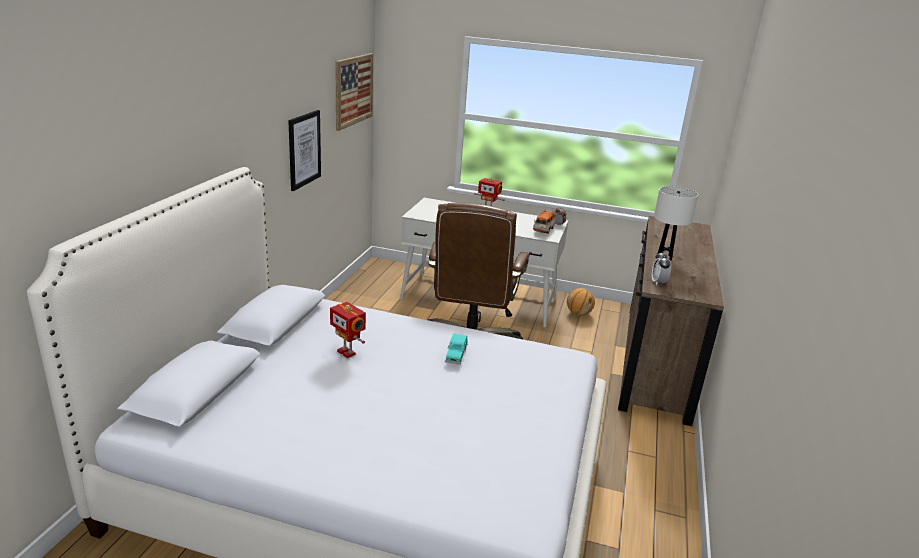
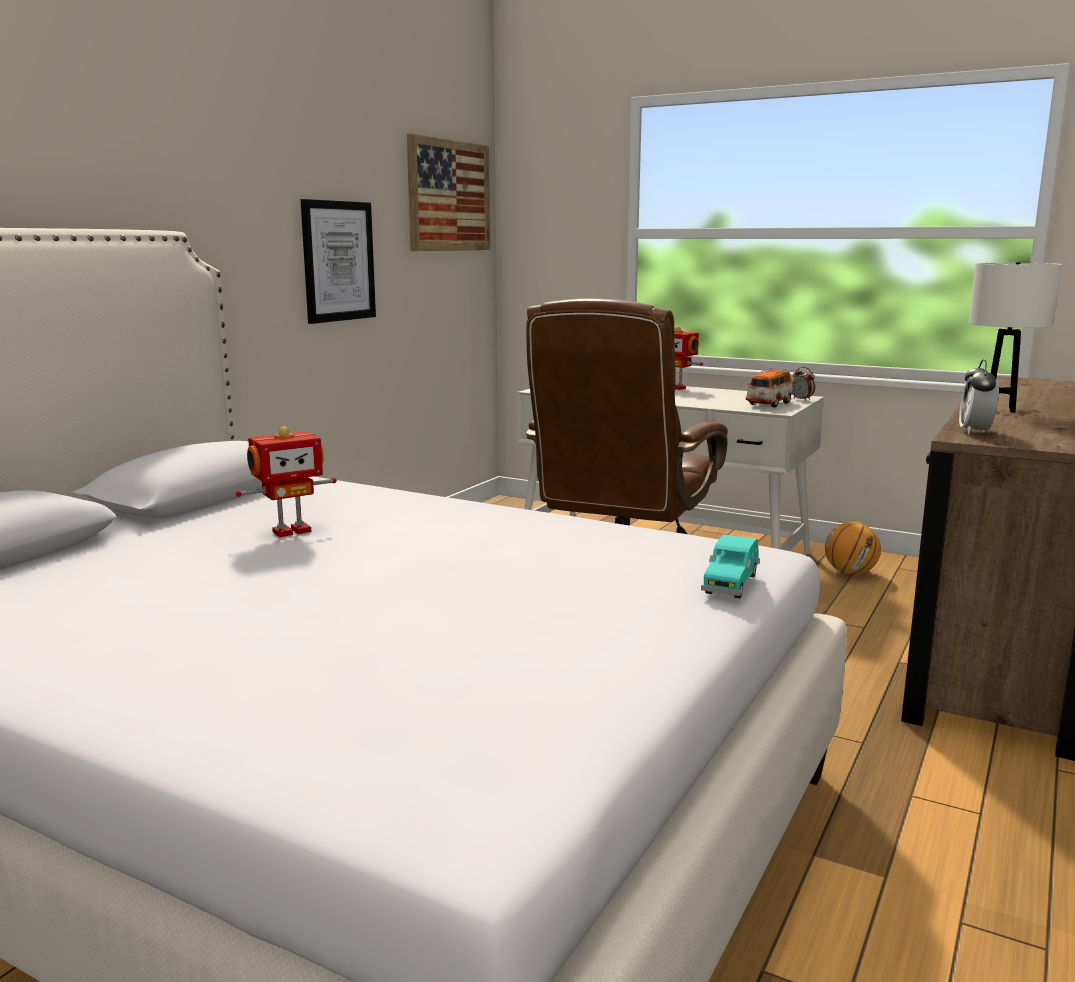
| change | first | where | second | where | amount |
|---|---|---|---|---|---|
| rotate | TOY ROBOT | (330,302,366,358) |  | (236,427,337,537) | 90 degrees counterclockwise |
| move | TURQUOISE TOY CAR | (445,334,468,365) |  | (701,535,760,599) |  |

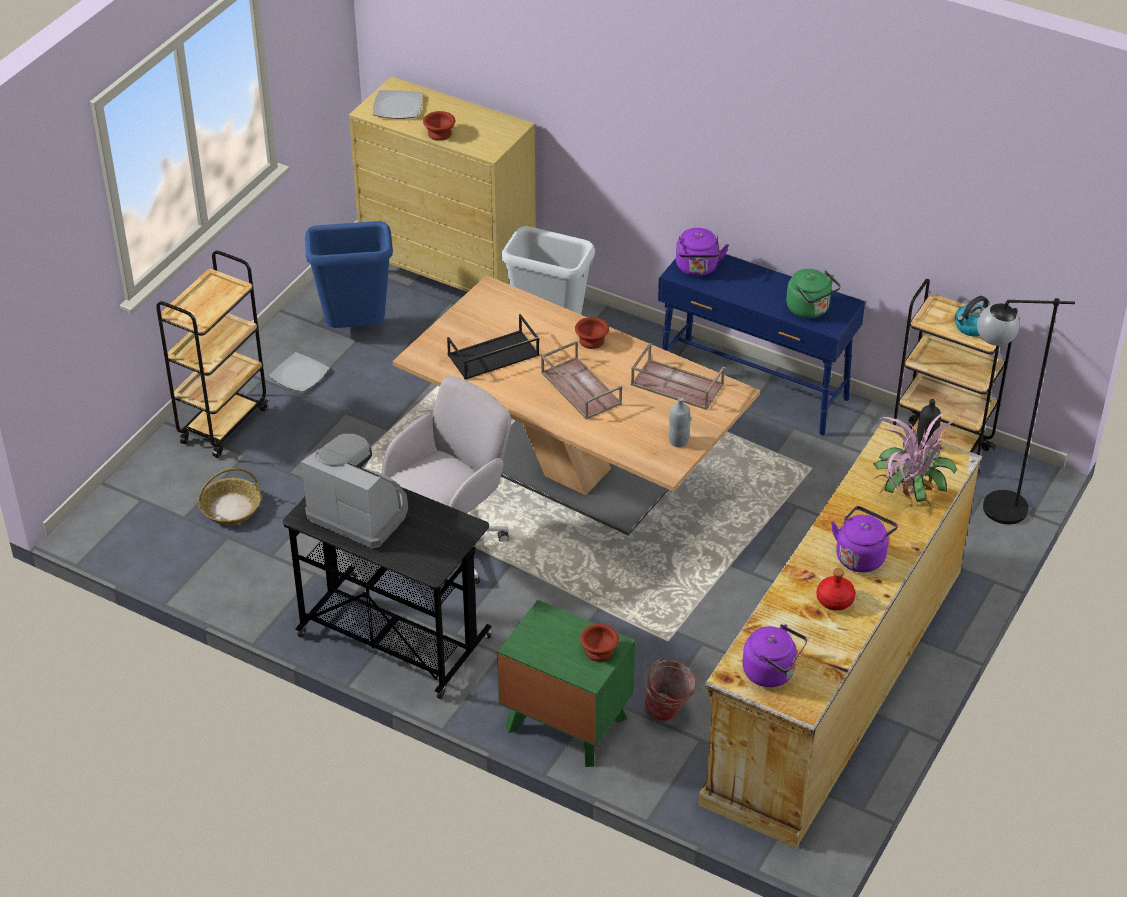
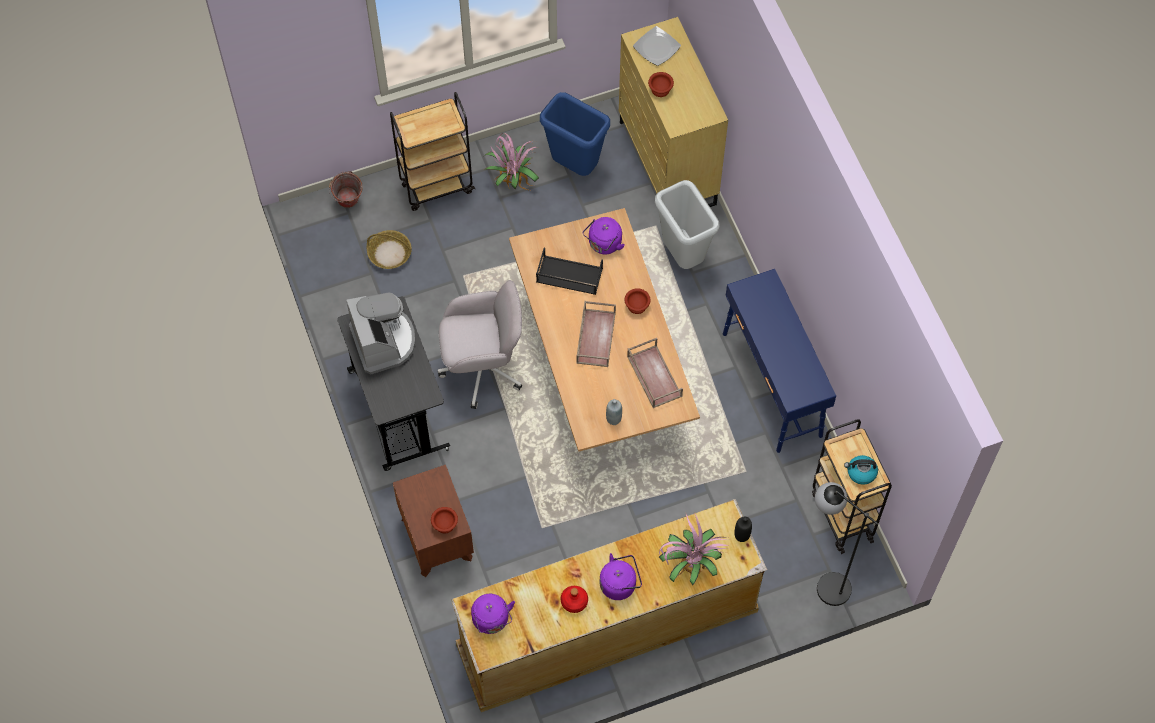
| change | first | where | second | where | amount |
|---|---|---|---|---|---|
| move | PURPLE KETTLE | (676,228,729,276) |  | (583,217,625,254) |  |
| delete | GREEN KETTLE | (786,269,841,318) |  |  |  |
| replace | PLATE | (269,352,329,392) | POTTED PLANT | (484,133,539,191) |  |
| recolor | GREEN NIGHTSTAND | (497,600,635,767) | BROWN NIGHTSTAND | (393,464,474,577) |  |
| move | BUCKET | (644,658,696,721) |  | (329,171,363,208) |  |

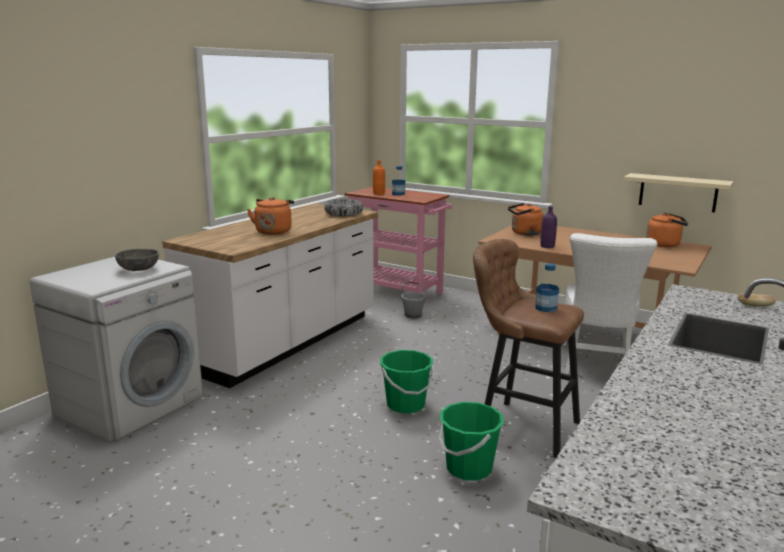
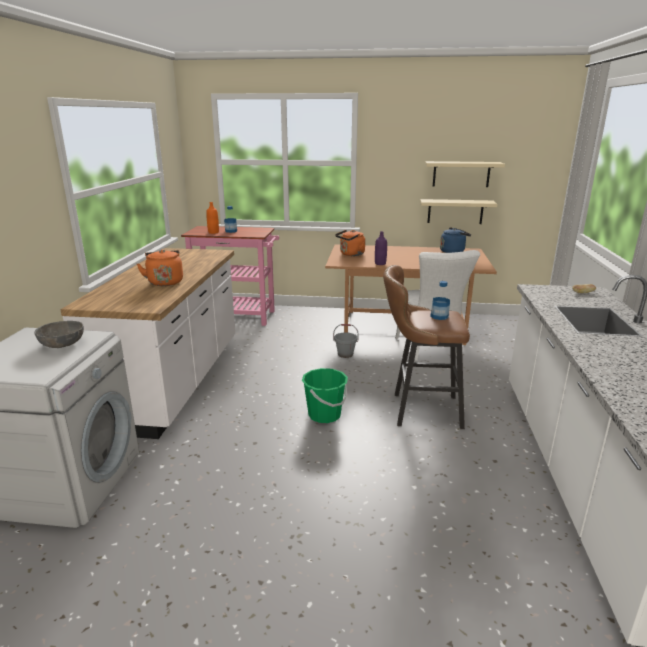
| change | first | where | second | where | amount |
|---|---|---|---|---|---|
| delete | BOWL | (324,199,363,216) |  |  |  |
| recolor | ORANGE KETTLE | (646,212,688,247) | BLUE KETTLE | (440,227,471,253) |  |
| move | GREY BUCKET | (401,281,426,318) |  | (333,324,359,358) |  |
| delete | GREEN BUCKET | (439,402,504,481) |  |  |  |
| insert |  |  | BEIGE SHELF | (425,161,505,187) |  |

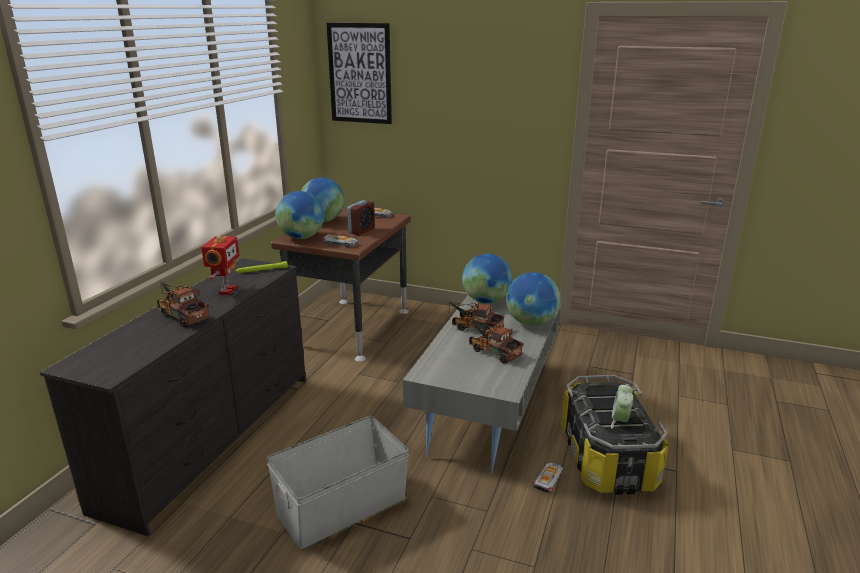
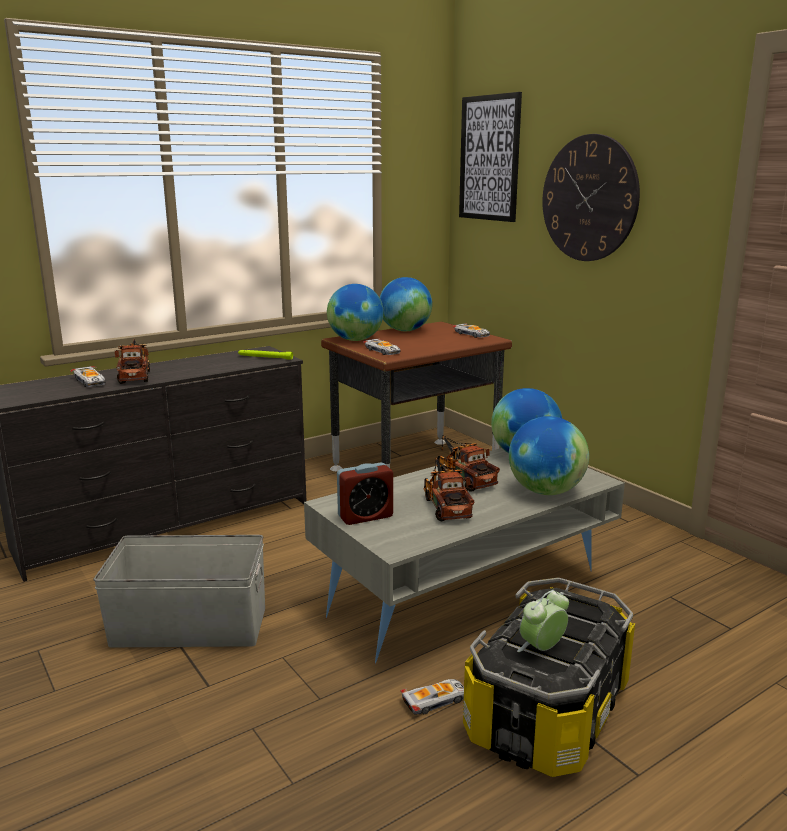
| change | first | where | second | where | amount |
|---|---|---|---|---|---|
| move | ALARM CLOCK | (347,200,375,235) |  | (337,462,393,525) |  |
| delete | TOY ROBOT | (201,236,240,295) |  |  |  |
| insert |  |  | WALL CLOCK | (542,134,640,261) |  |
| insert |  |  | TOY CAR | (71,366,105,387) |  |

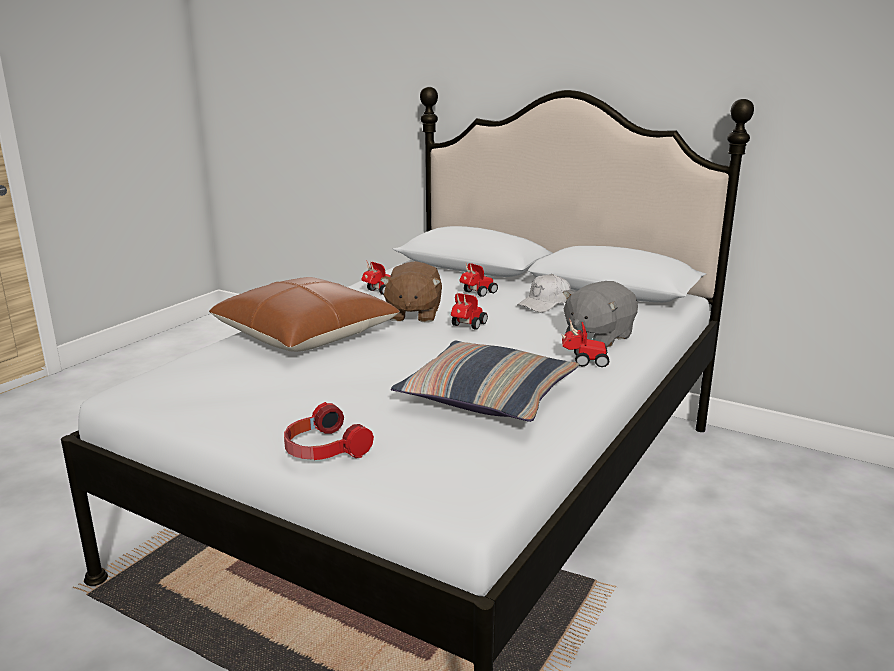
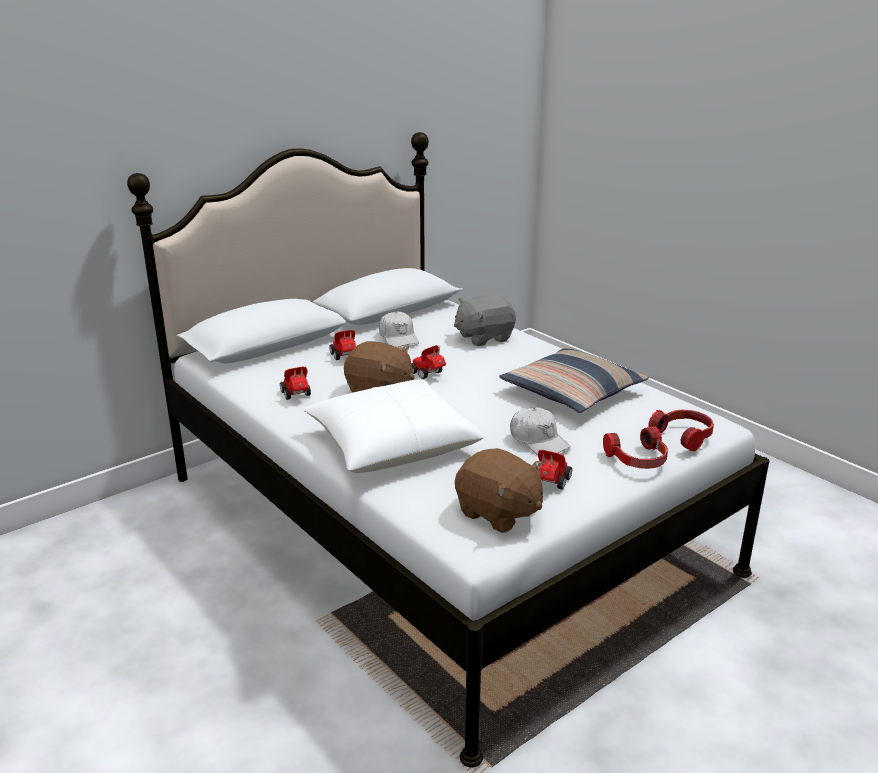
| change | first | where | second | where | amount |
|---|---|---|---|---|---|
| recolor | BROWN PILLOW | (209,277,400,352) | WHITE PILLOW | (302,379,485,473) |  |
| rotate | GREY PLUSH TOY | (563,281,638,348) |  | (454,294,516,346) | 90 degrees clockwise |
| move | TOY CAR | (562,318,610,367) |  | (538,450,572,490) |  |
| insert |  |  | WHITE CAP | (510,407,571,455) |  |
| insert |  |  | HEADPHONES | (648,410,714,451) |  |
| insert |  |  | BROWN PLUSH TOY | (455,448,543,533) |  |

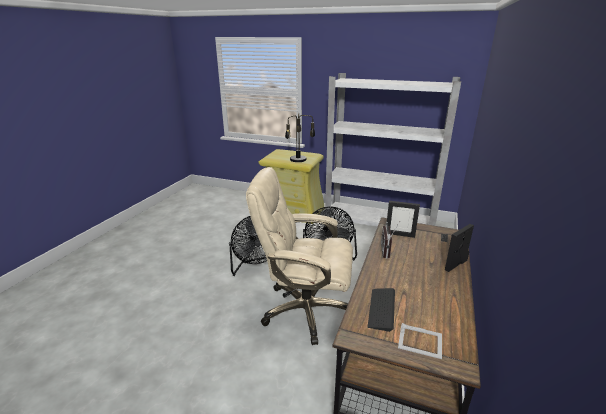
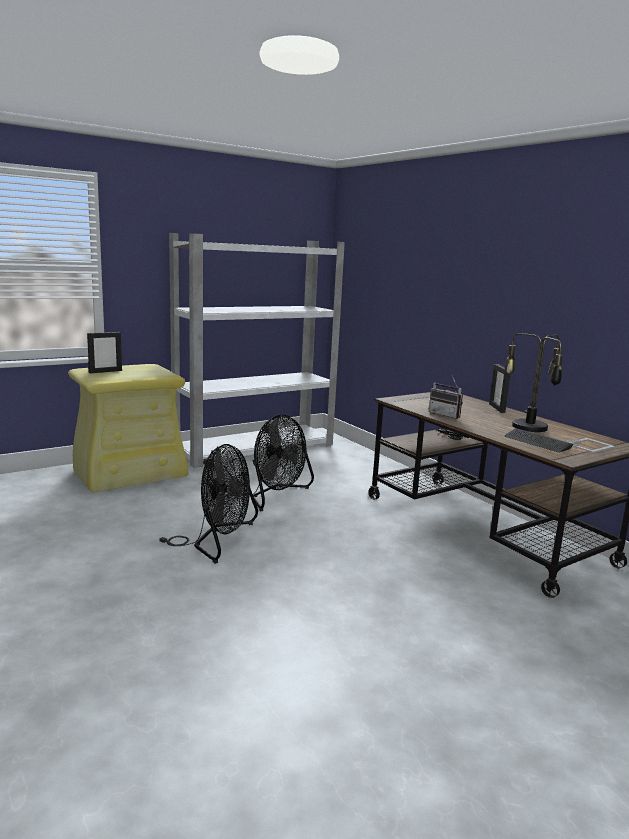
| change | first | where | second | where | amount |
|---|---|---|---|---|---|
| move | TABLE LAMP | (285,112,315,162) |  | (505,333,563,432) |  |
| delete | BEIGE OFFICE CHAIR | (246,167,353,345) |  |  |  |
| move | PICTURE FRAME | (387,201,420,238) |  | (87,332,122,374) |  |

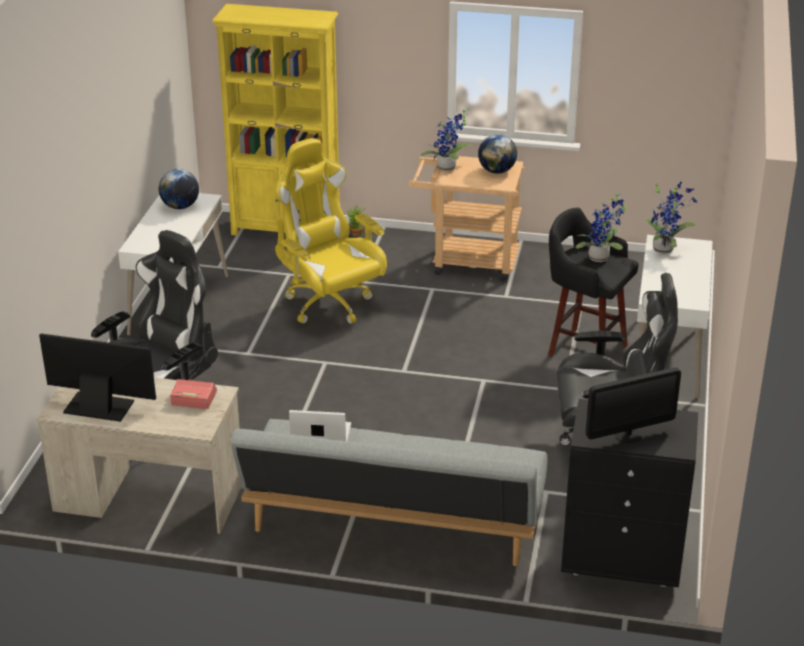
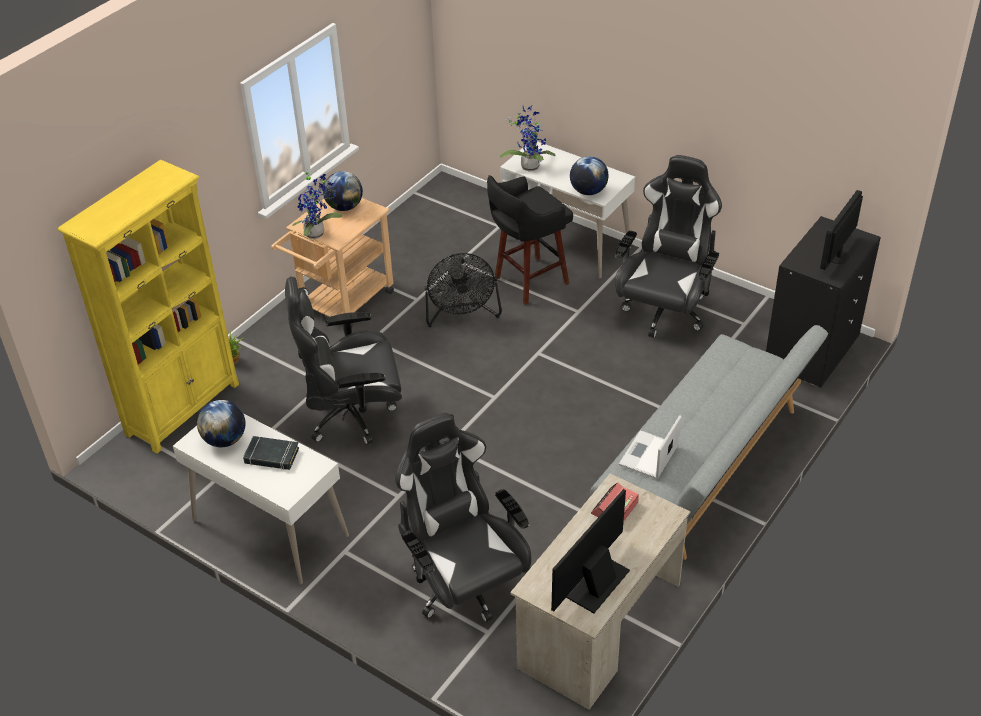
| change | first | where | second | where | amount |
|---|---|---|---|---|---|
| recolor | YELLOW OFFICE CHAIR | (275,138,387,324) | BLACK OFFICE CHAIR | (285,276,402,445) |  |
| delete | POTTED PLANT | (575,192,625,262) |  |  |  |
| rotate | MONITOR | (586,367,681,443) |  | (820,190,863,270) | 150 degrees counterclockwise |
| insert |  |  | GLOBE | (570,156,609,195) |  |
| insert |  |  | BLACK FAN | (425,253,502,327) |  |
| insert |  |  | BLACK BOOK | (243,436,299,470) |  |

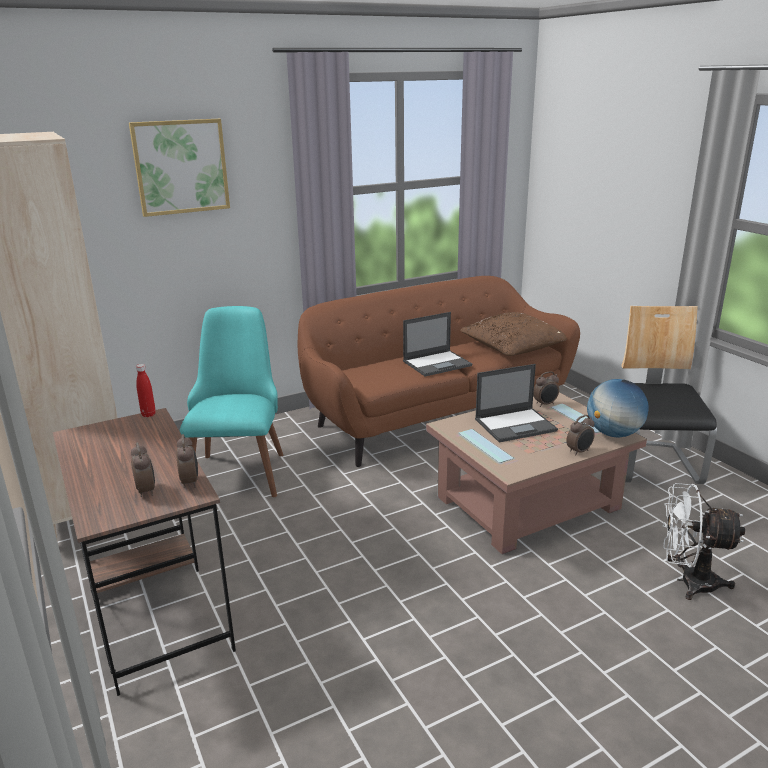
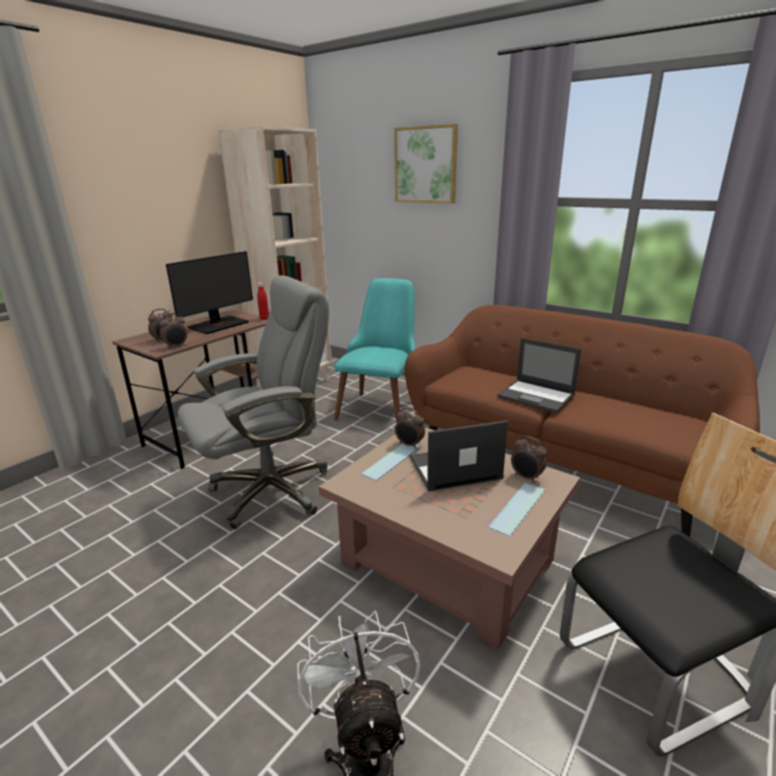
| change | first | where | second | where | amount |
|---|---|---|---|---|---|
| rotate | TURQUOISE CHAIR | (180,306,283,497) |  | (334,278,415,423) | 45 degrees counterclockwise |
| delete | BROWN PILLOW | (460,312,567,356) |  |  |  |
| rotate | LAPTOP | (475,364,558,442) |  | (409,420,508,491) | 120 degrees clockwise |
| delete | GLOBE | (587,379,649,437) |  |  |  |
| move | ALARM CLOCK | (566,415,595,456) |  | (395,408,425,449) |  |
| insert |  |  | MONITOR | (166,251,253,334) |  |
| insert |  |  | GREY OFFICE CHAIR | (178,275,329,530) |  |

